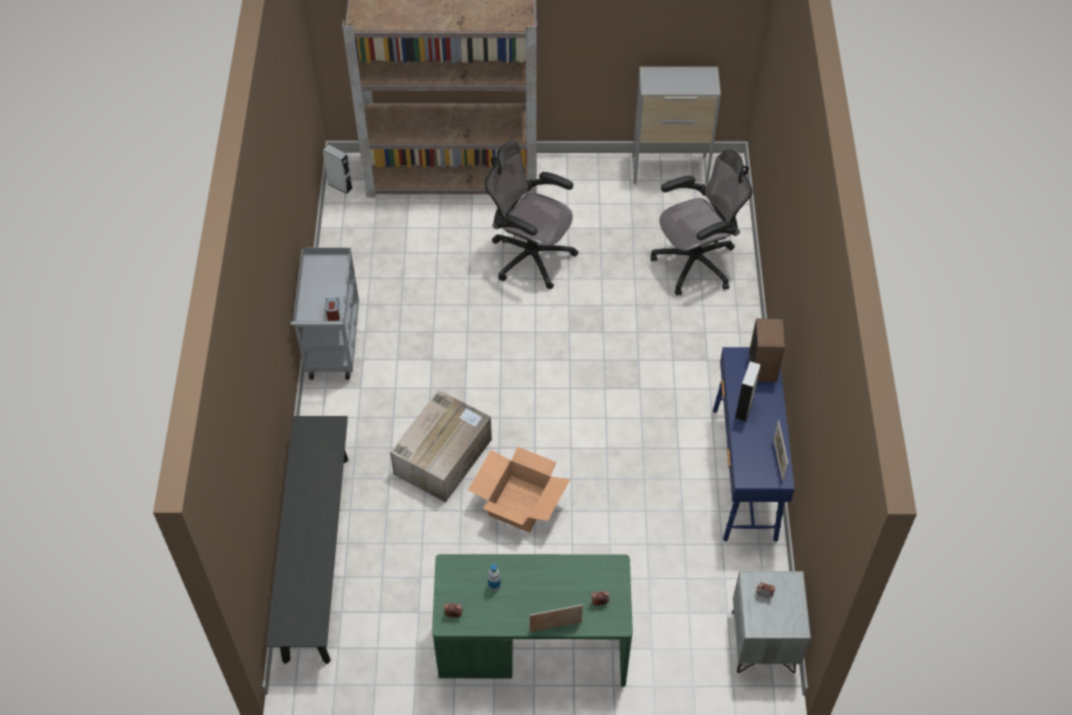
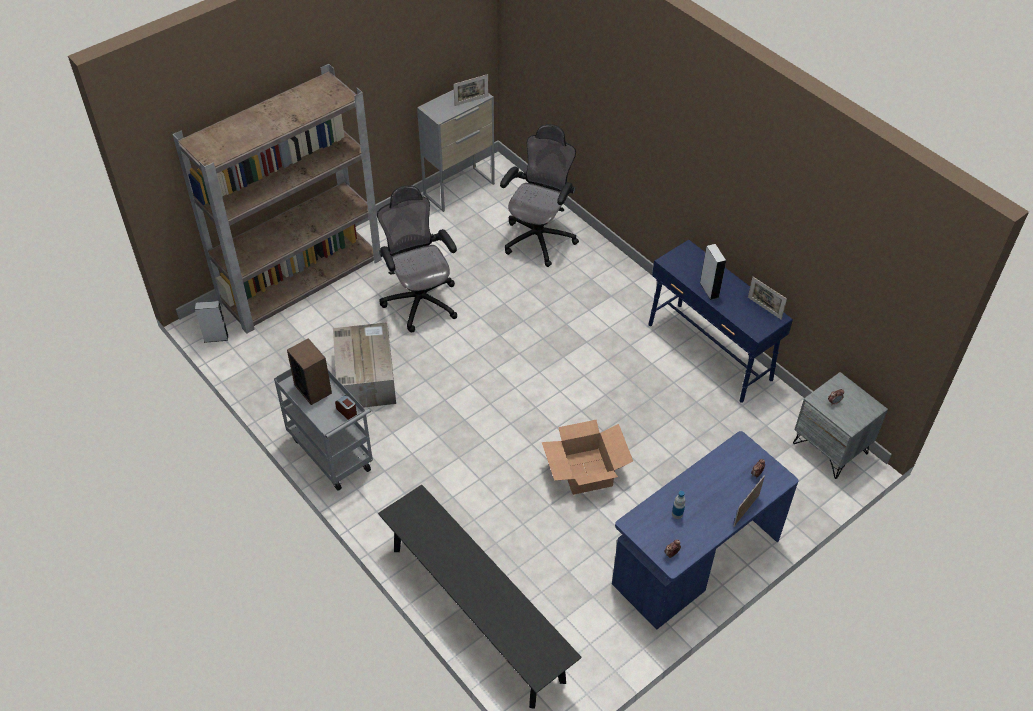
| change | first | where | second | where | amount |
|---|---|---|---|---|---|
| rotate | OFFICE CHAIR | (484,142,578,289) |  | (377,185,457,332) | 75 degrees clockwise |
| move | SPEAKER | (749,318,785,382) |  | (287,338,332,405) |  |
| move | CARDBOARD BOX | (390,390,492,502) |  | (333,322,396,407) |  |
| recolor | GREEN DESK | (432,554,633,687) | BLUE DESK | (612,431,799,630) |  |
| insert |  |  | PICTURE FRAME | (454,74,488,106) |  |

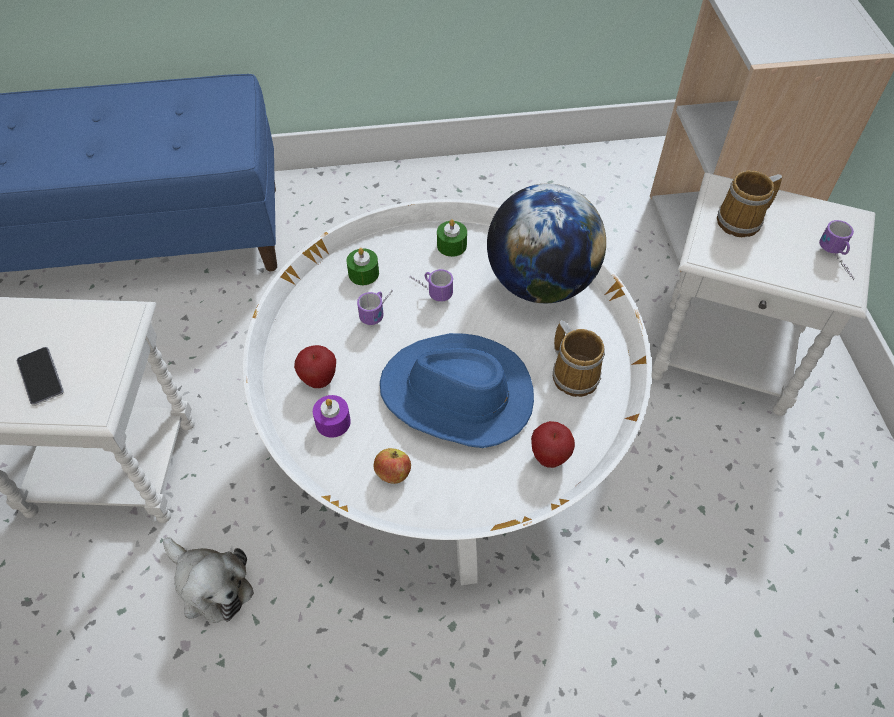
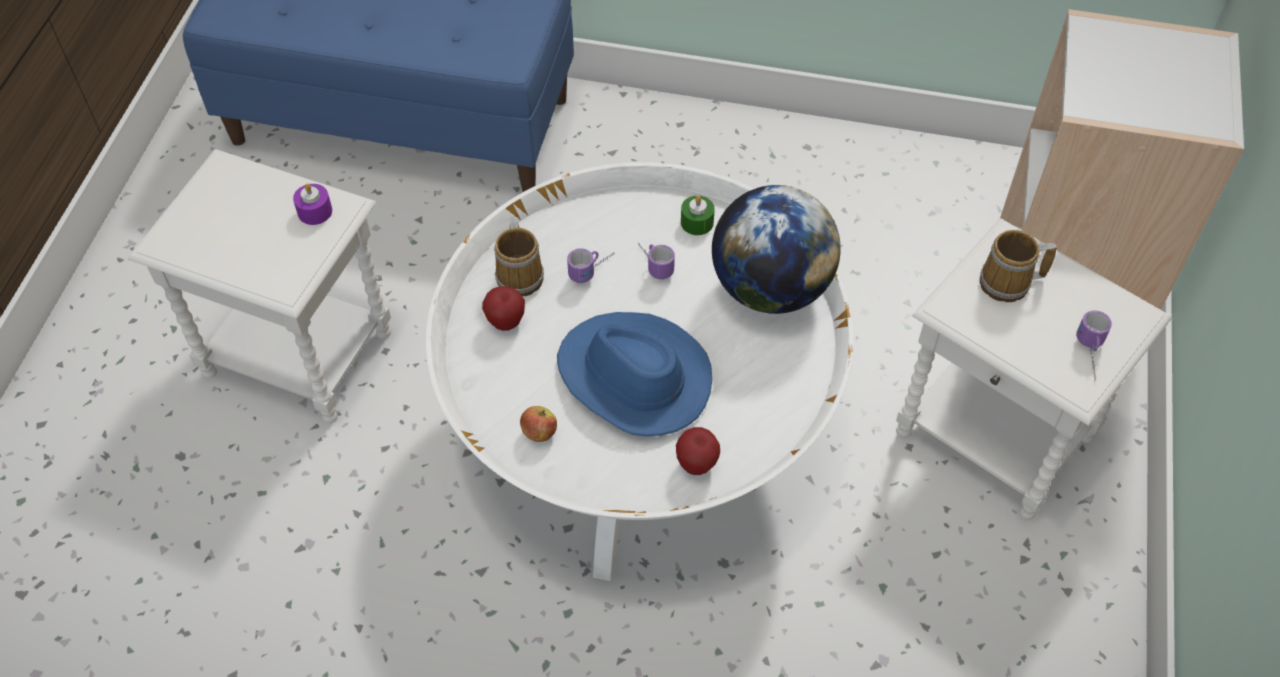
| change | first | where | second | where | amount |
|---|---|---|---|---|---|
| delete | GREEN CANDLE | (346,248,379,285) |  |  |  |
| move | MUG | (553,320,605,397) |  | (494,217,544,296) |  |
| delete | PHONE | (17,347,64,406) |  |  |  |
| move | PURPLE CANDLE | (313,395,351,438) |  | (293,183,332,225) |  |
| delete | PLUSH TOY | (163,537,254,623) |  |  |  |

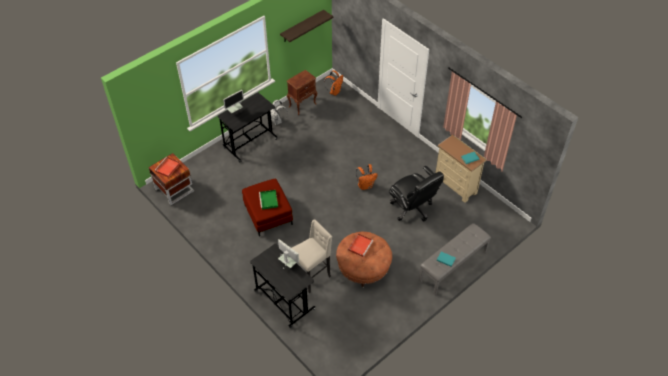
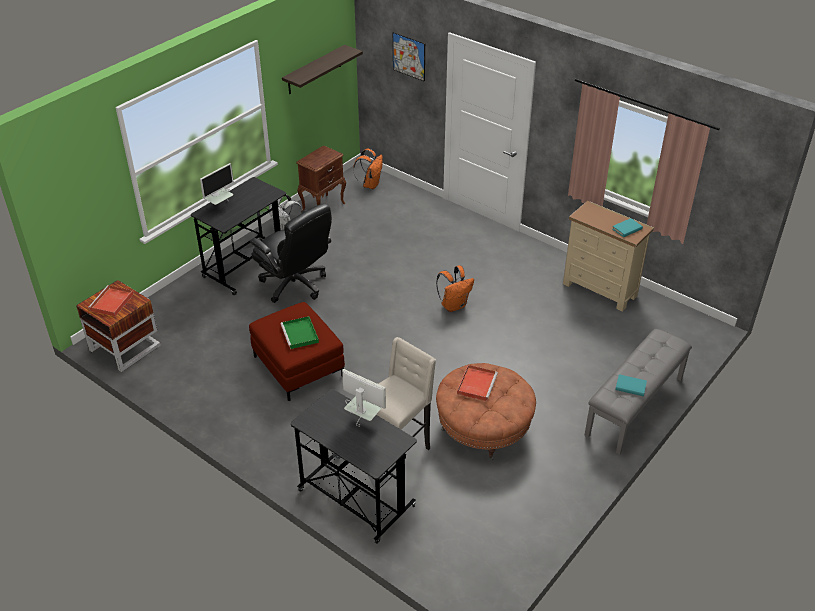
| change | first | where | second | where | amount |
|---|---|---|---|---|---|
| move | BLACK OFFICE CHAIR | (389,166,444,222) |  | (250,203,332,303) |  |
| insert |  |  | PICTURE | (393,32,425,81) |  |

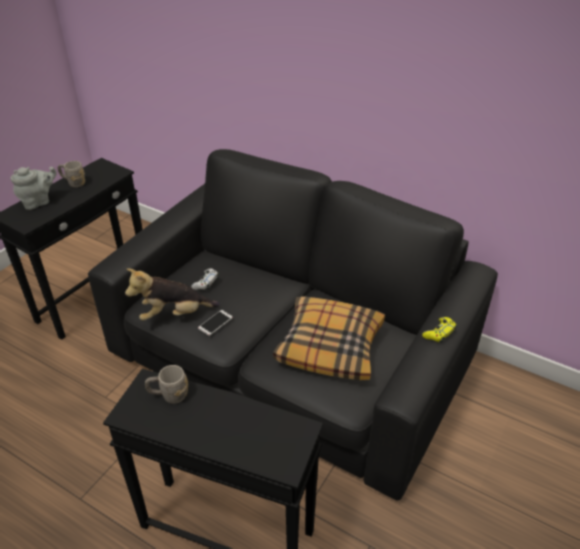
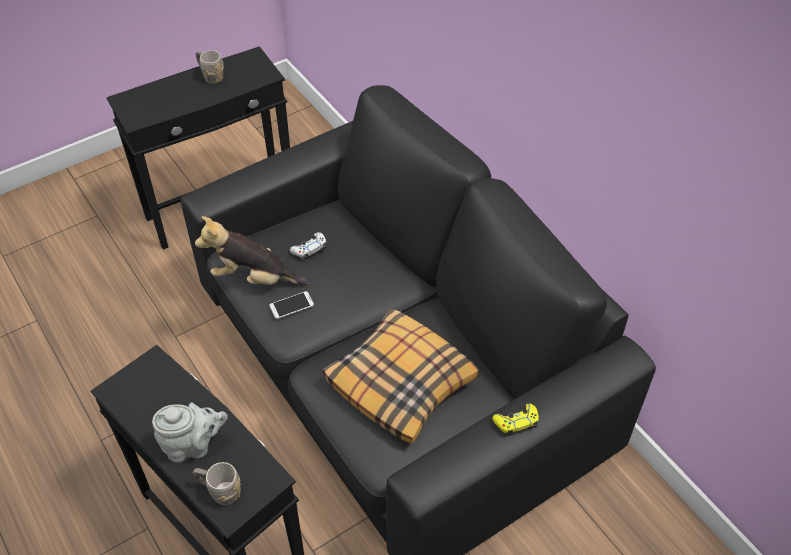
| change | first | where | second | where | amount |
|---|---|---|---|---|---|
| move | GREY TEAPOT | (11,167,57,210) |  | (152,402,228,463) |  |
| move | GREY MUG | (145,365,188,404) |  | (192,462,241,505) |  |

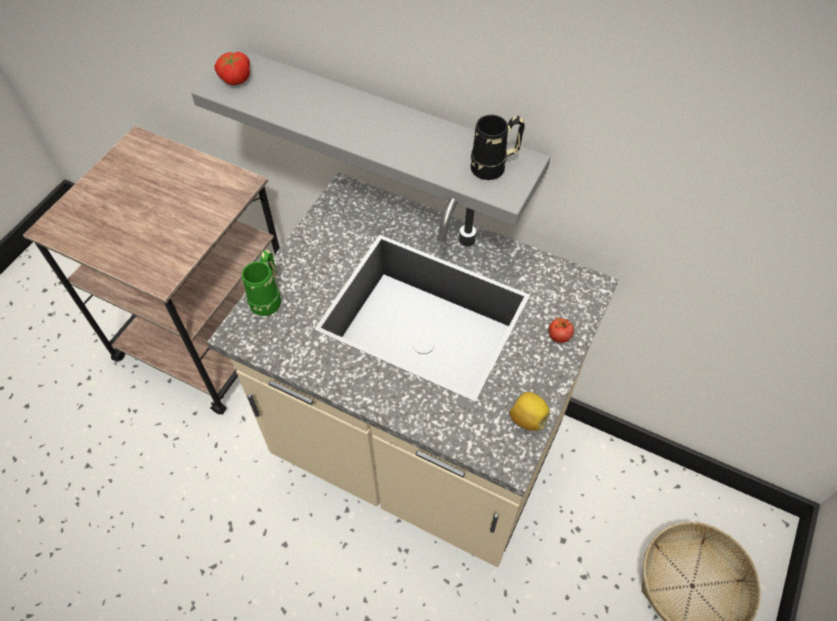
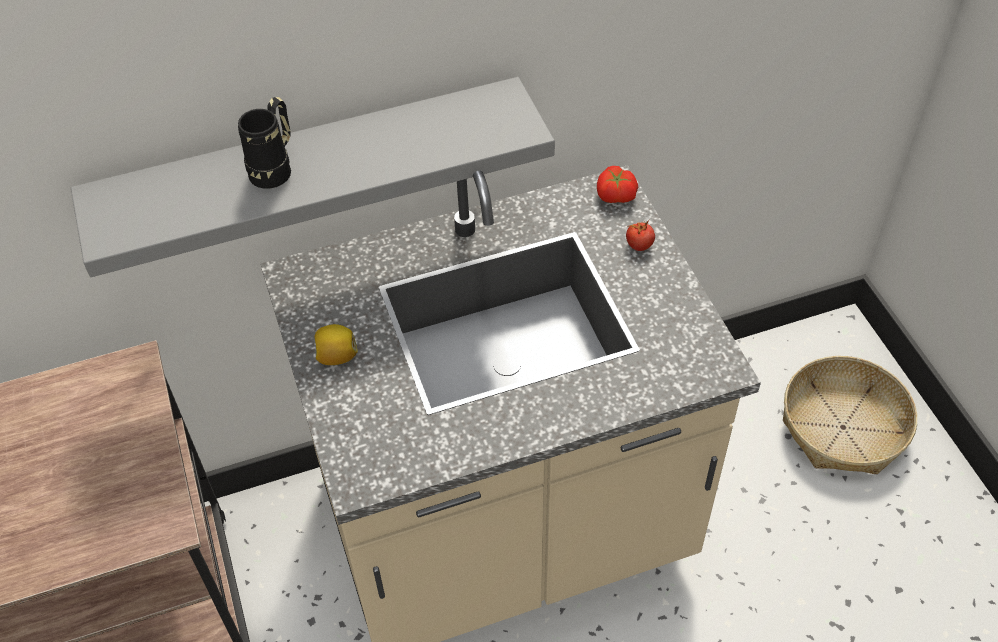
| change | first | where | second | where | amount |
|---|---|---|---|---|---|
| move | TOMATO | (214,52,250,85) |  | (597,166,638,203) |  |
| move | BLACK MUG | (471,115,525,180) |  | (238,97,291,189) |  |
| delete | GREEN MUG | (242,250,281,316) |  |  |  |
| move | LEMON | (510,392,550,431) |  | (314,324,358,365) |  |

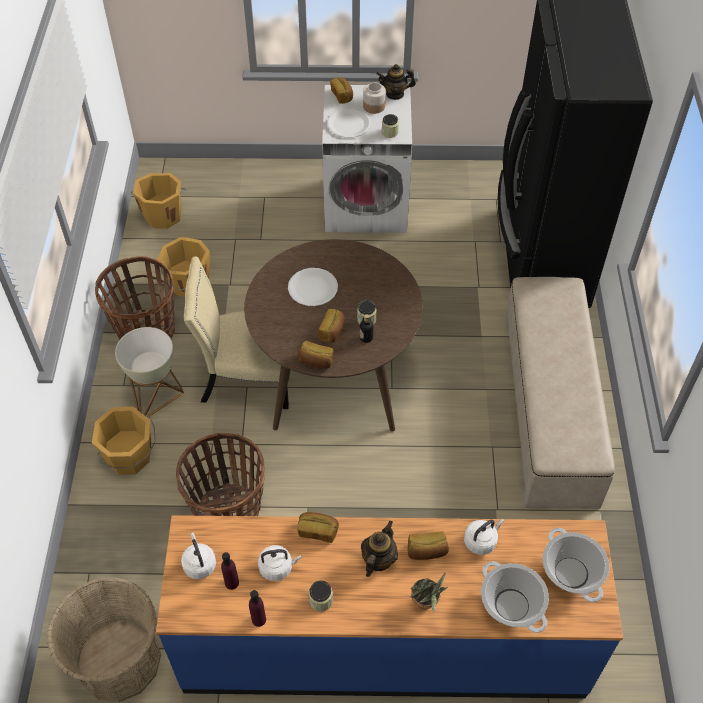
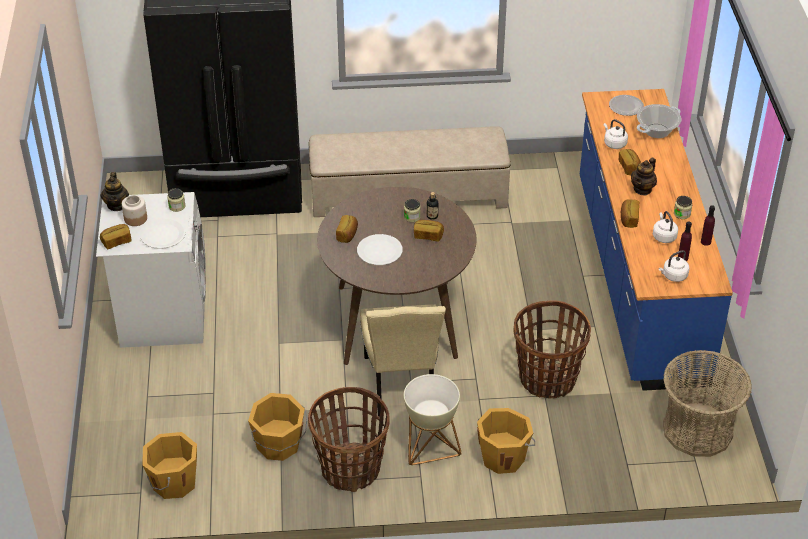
| change | first | where | second | where | amount |
|---|---|---|---|---|---|
| move | BREAD | (297,341,333,369) |  | (336,215,358,243) |  |
| rotate | TEAPOT | (361,521,398,577) |  | (631,157,657,196) | 75 degrees counterclockwise |
| replace | COOKING POT | (543,528,609,602) | PLATE | (609,95,644,116) |  |
| delete | POTTED PLANT | (410,572,448,612) |  |  |  |

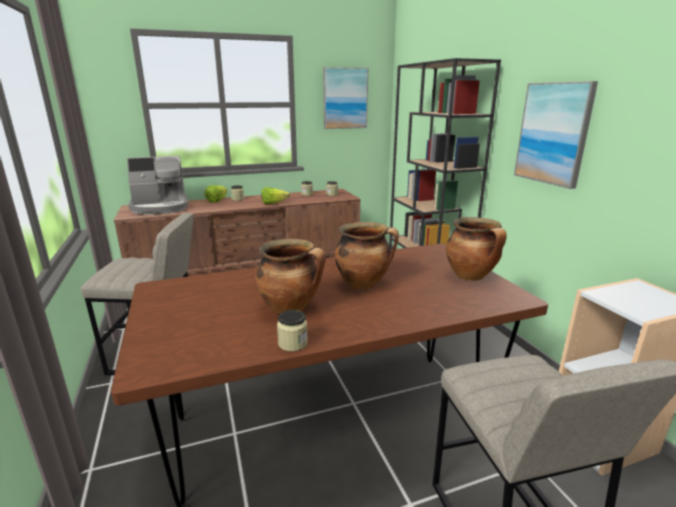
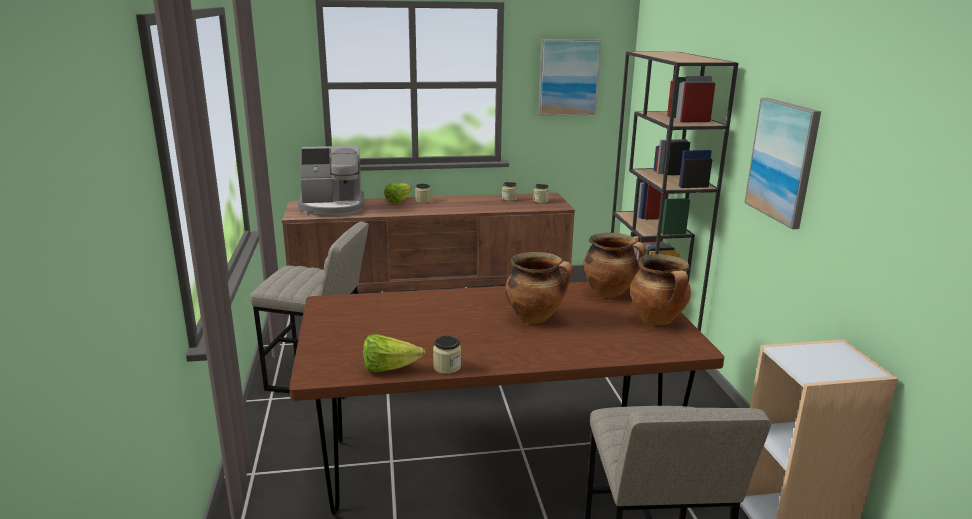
| change | first | where | second | where | amount |
|---|---|---|---|---|---|
| move | LETTUCE | (262,187,290,204) |  | (363,334,425,373) |  |
| move | COOKING POT | (256,239,326,314) |  | (583,233,646,298) |  |

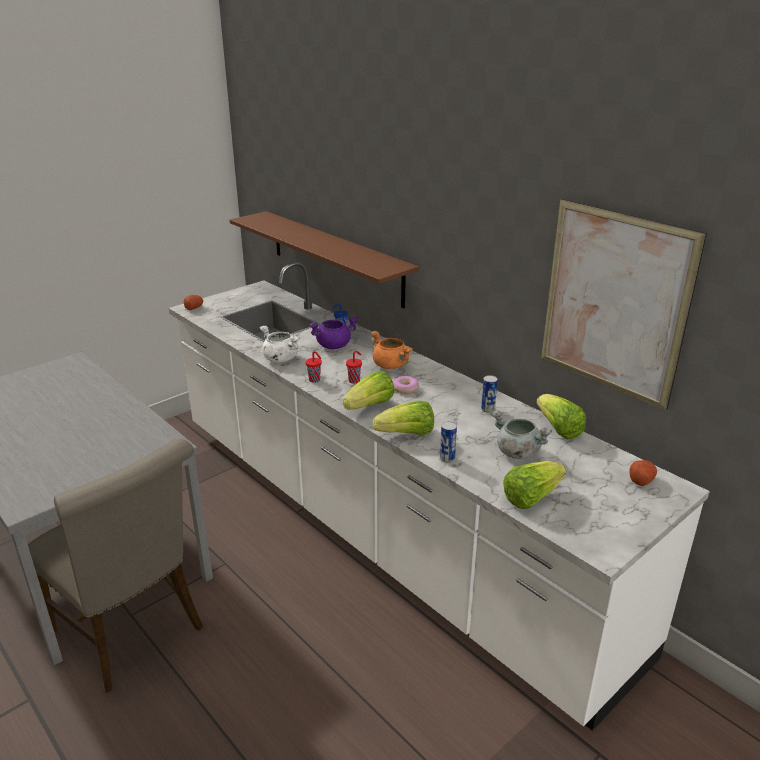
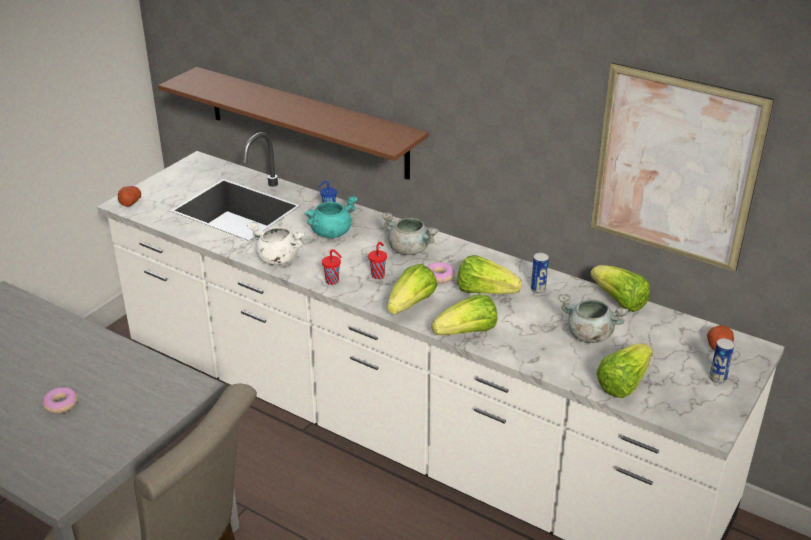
| change | first | where | second | where | amount |
|---|---|---|---|---|---|
| recolor | PURPLE COOKING POT | (309,317,359,349) | TURQUOISE COOKING POT | (305,195,358,238) |  |
| recolor | ORANGE COOKING POT | (370,331,413,369) | GREY COOKING POT | (382,212,439,255) |  |
| move | CAN | (440,421,457,463) |  | (710,338,735,383) |  |
| insert |  |  | LETTUCE | (457,255,522,294) |  |
| insert |  |  | DONUT | (42,387,78,414) |  |

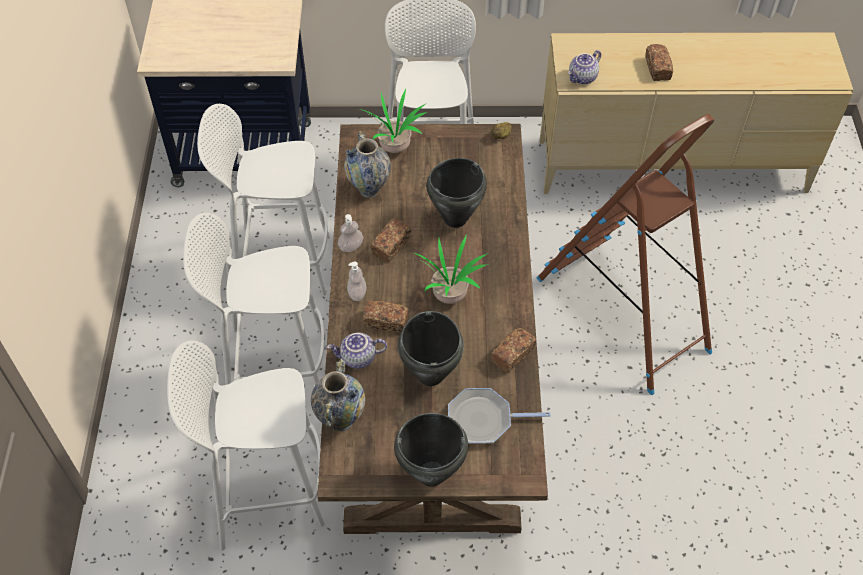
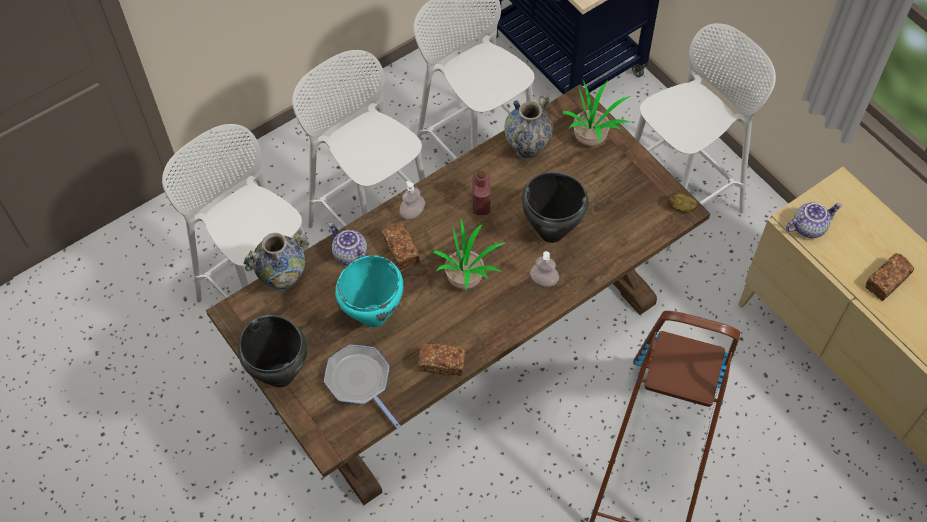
| change | first | where | second | where | amount |
|---|---|---|---|---|---|
| rotate | TEAPOT | (568,50,601,84) |  | (786,202,842,238) | 150 degrees clockwise |
| move | SOAP DISPENSER | (338,214,363,252) |  | (530,251,559,286) |  |
| replace | BREAD | (371,218,411,262) | RED BOTTLE | (472,170,490,215) |  |
| recolor | BLACK COOKING POT | (398,311,464,386) | TURQUOISE COOKING POT | (335,255,403,327) |  |

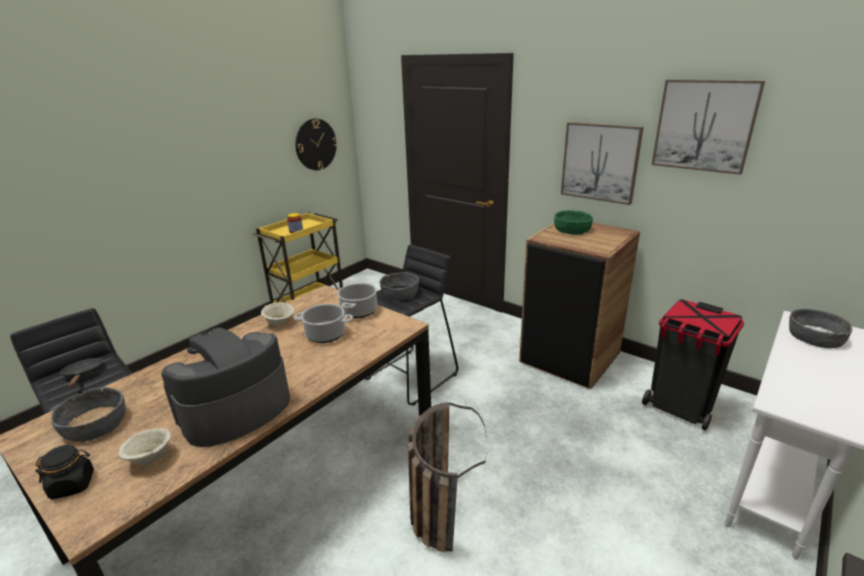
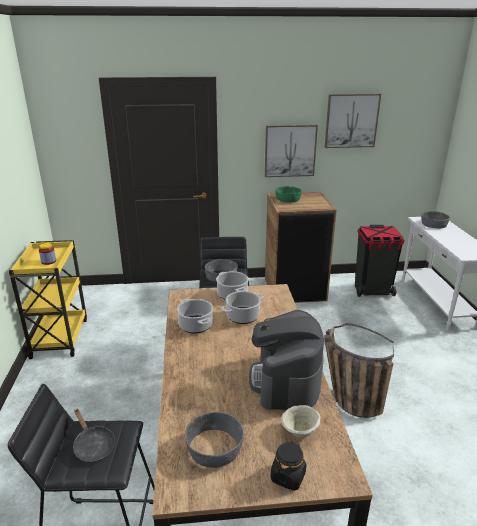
| change | first | where | second | where | amount |
|---|---|---|---|---|---|
| delete | WALL CLOCK | (295,119,337,170) |  |  |  |
| replace | BEIGE BOWL | (261,302,294,326) | COOKING POT | (177,299,213,333) |  |
| rotate | BLACK FRYING PAN | (60,358,104,387) |  | (73,409,115,463) | 150 degrees counterclockwise |

